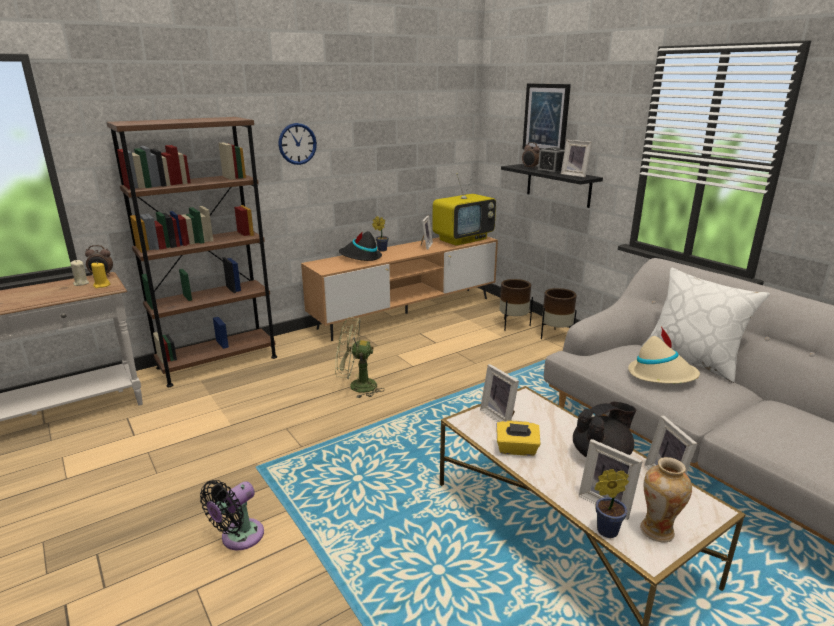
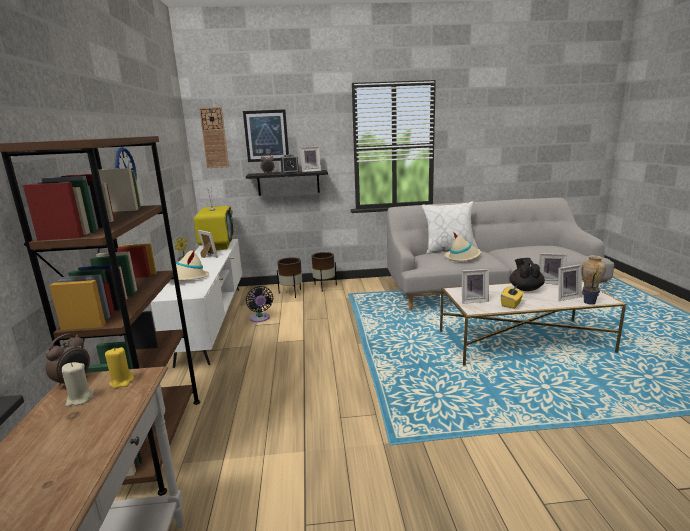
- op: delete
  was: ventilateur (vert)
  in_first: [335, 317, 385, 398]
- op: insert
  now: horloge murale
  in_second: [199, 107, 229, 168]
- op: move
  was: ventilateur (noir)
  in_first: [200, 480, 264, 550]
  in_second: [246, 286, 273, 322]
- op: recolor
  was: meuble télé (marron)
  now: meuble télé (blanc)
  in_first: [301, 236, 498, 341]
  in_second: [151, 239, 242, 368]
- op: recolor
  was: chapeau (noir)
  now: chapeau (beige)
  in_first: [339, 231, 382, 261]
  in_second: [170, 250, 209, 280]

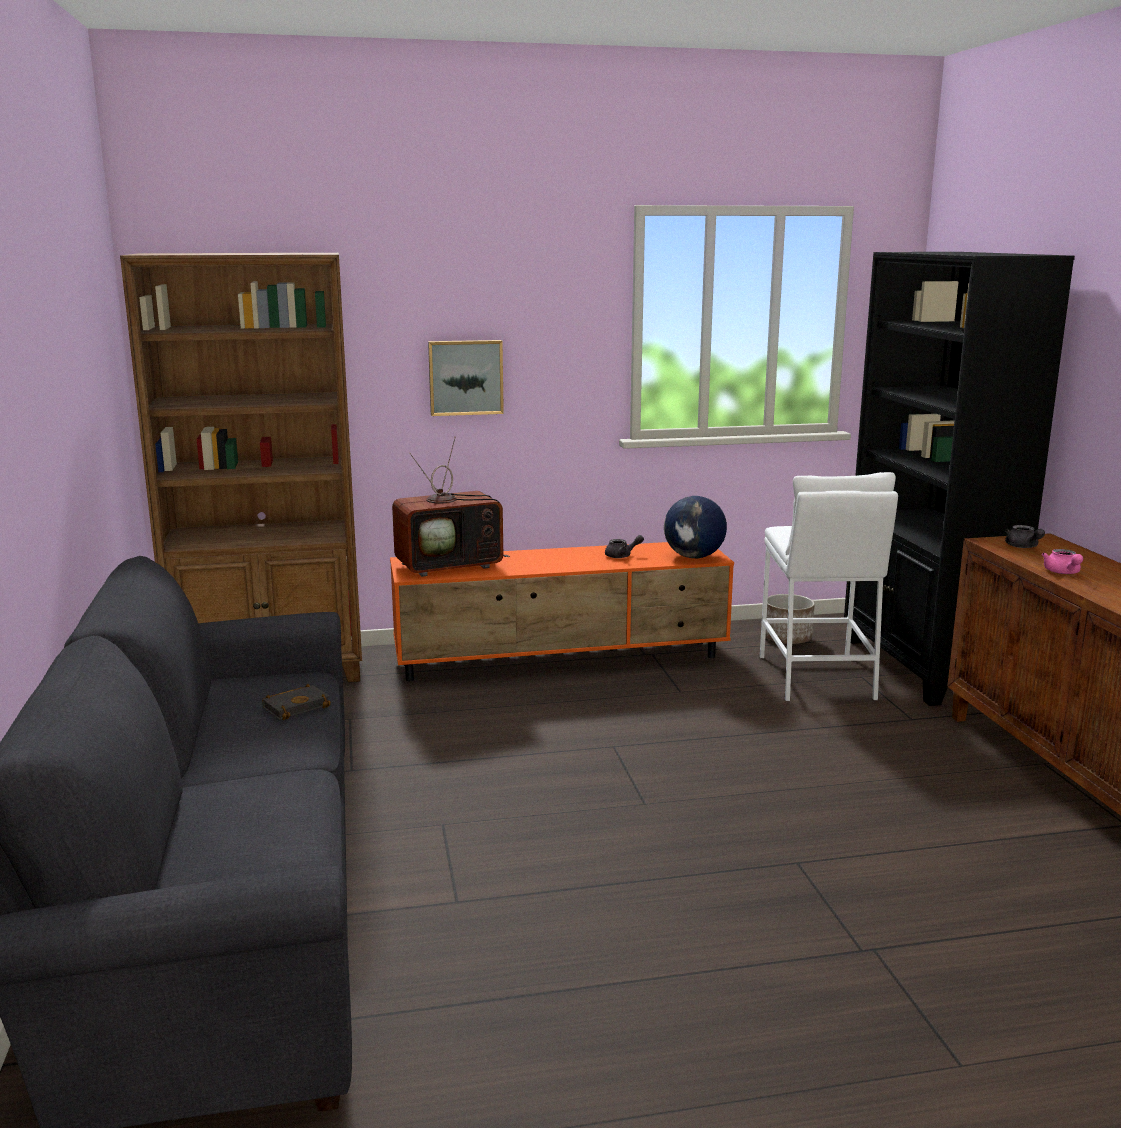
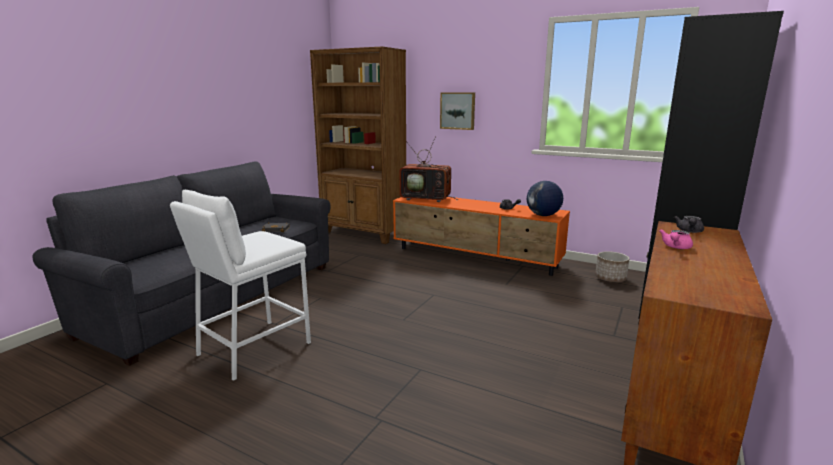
- op: move
  was: tabouret (blanc)
  in_first: [760, 472, 898, 701]
  in_second: [170, 190, 311, 381]

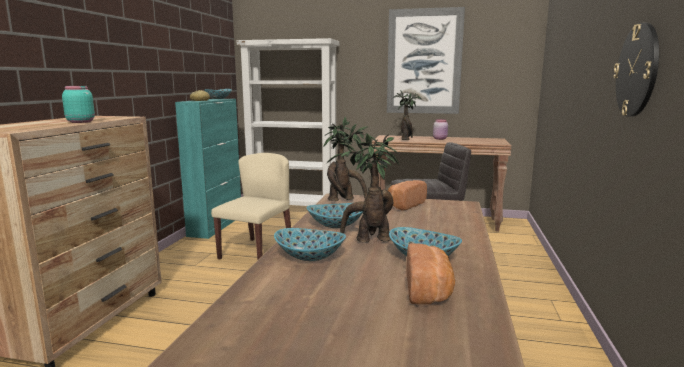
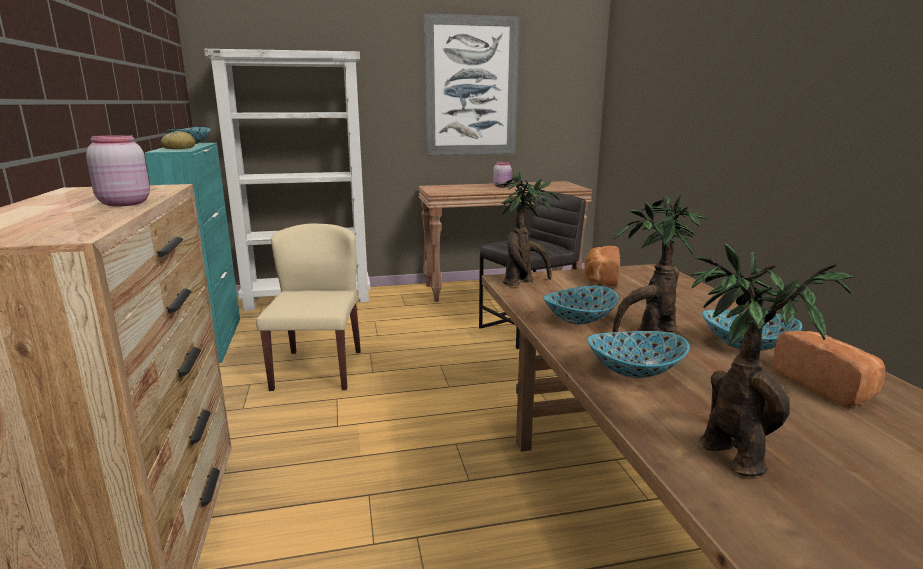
- op: delete
  was: horloge murale
  in_first: [613, 23, 659, 117]
- op: move
  was: plante en pot
  in_first: [392, 90, 422, 140]
  in_second: [691, 243, 854, 477]
- op: recolor
  was: bocal (turquoise)
  now: bocal (rose)
  in_first: [62, 86, 95, 123]
  in_second: [86, 135, 150, 206]

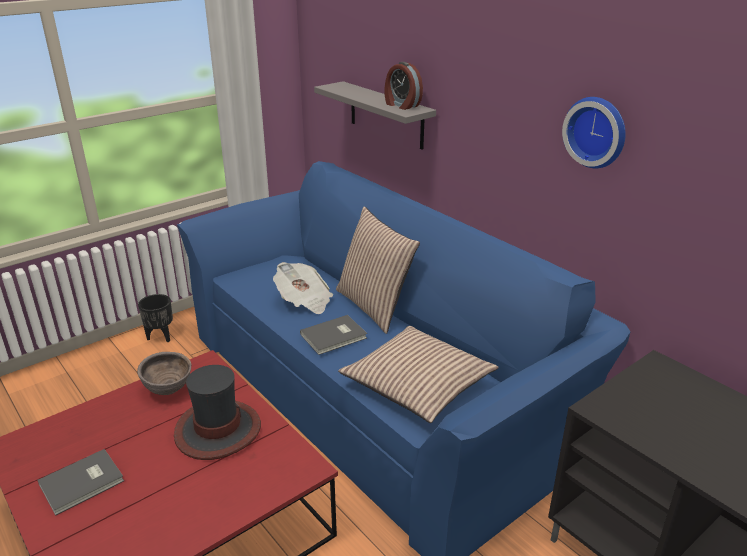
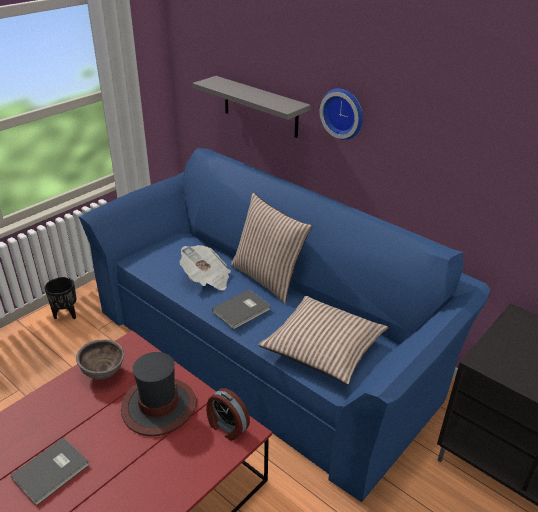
- op: move
  was: réveil
  in_first: [384, 62, 423, 110]
  in_second: [206, 388, 250, 441]
- op: move
  was: horloge murale
  in_first: [562, 97, 626, 168]
  in_second: [320, 88, 363, 140]

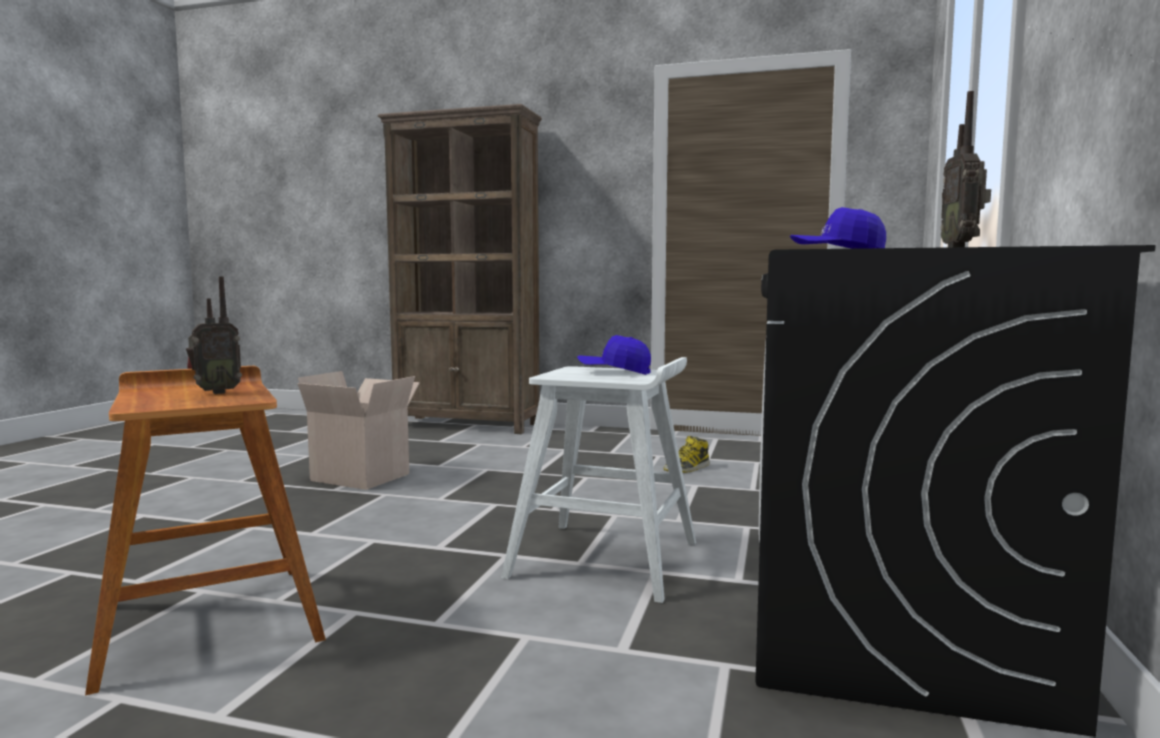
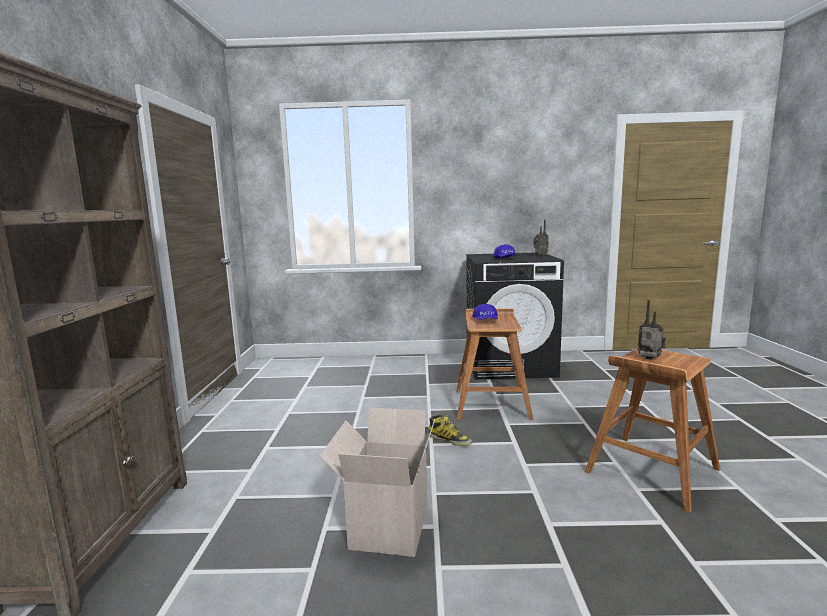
- op: move
  was: botte
  in_first: [664, 436, 710, 473]
  in_second: [428, 414, 472, 446]
- op: recolor
  was: tabouret (blanc)
  now: tabouret (marron)
  in_first: [501, 357, 696, 603]
  in_second: [456, 308, 533, 420]

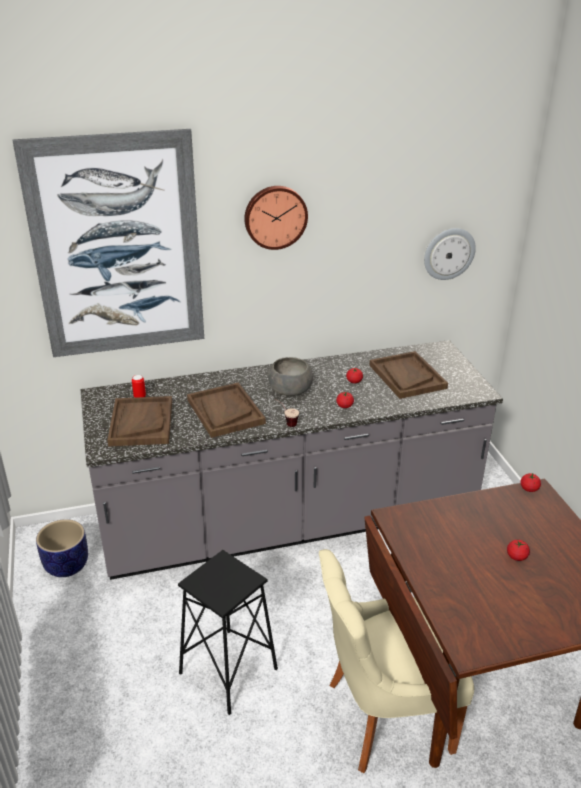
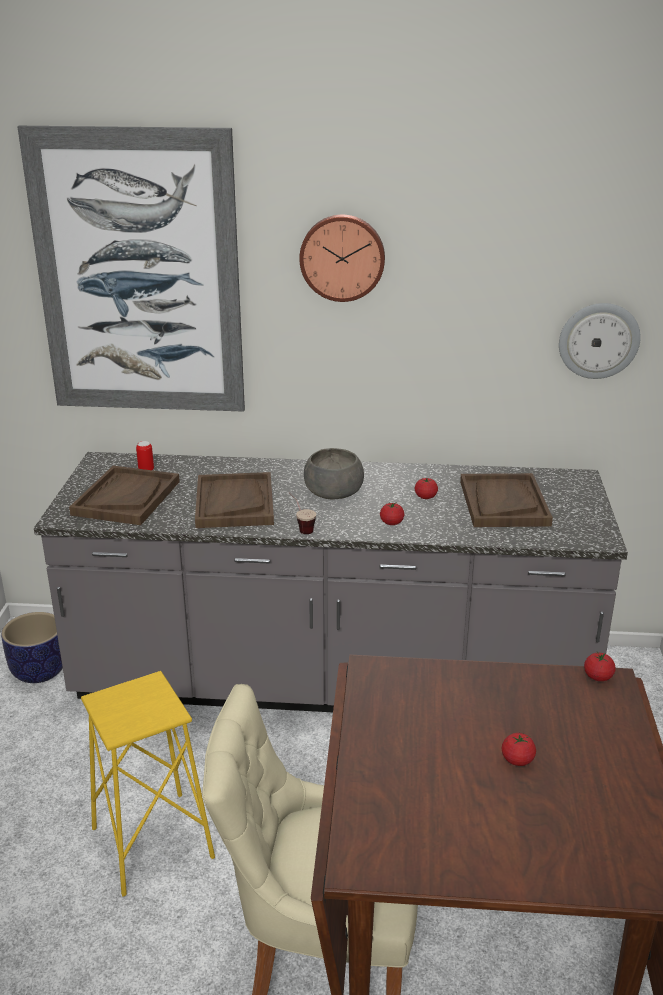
- op: recolor
  was: tabouret (noir)
  now: tabouret (jaune)
  in_first: [178, 550, 278, 715]
  in_second: [81, 671, 215, 897]

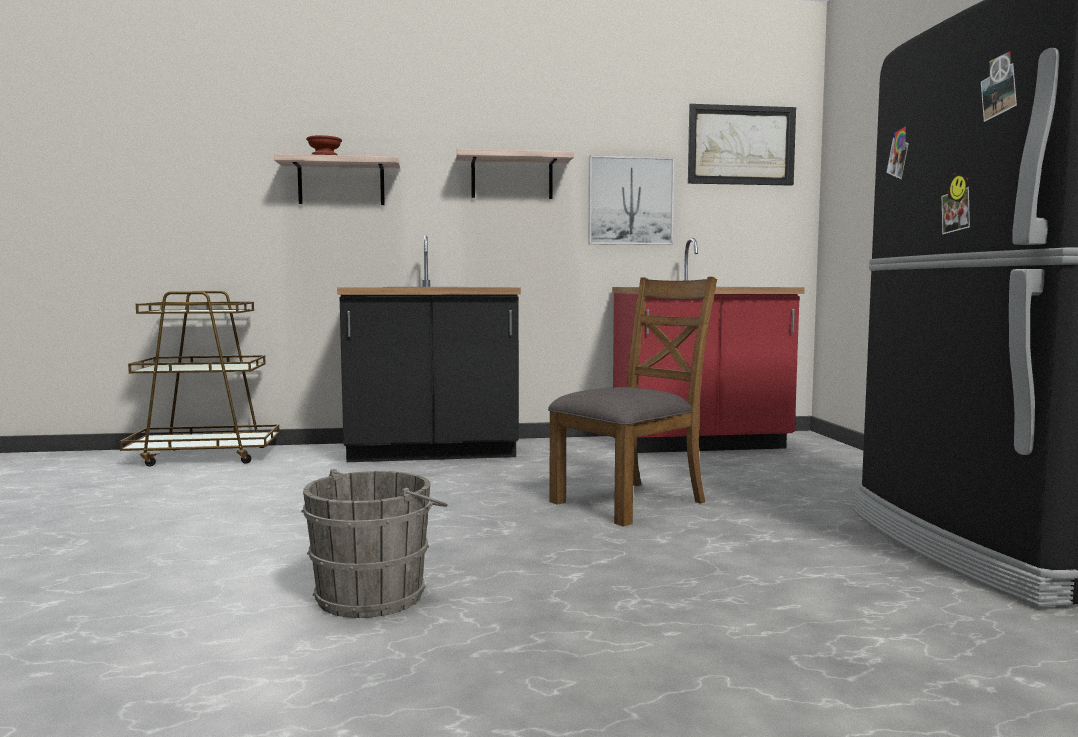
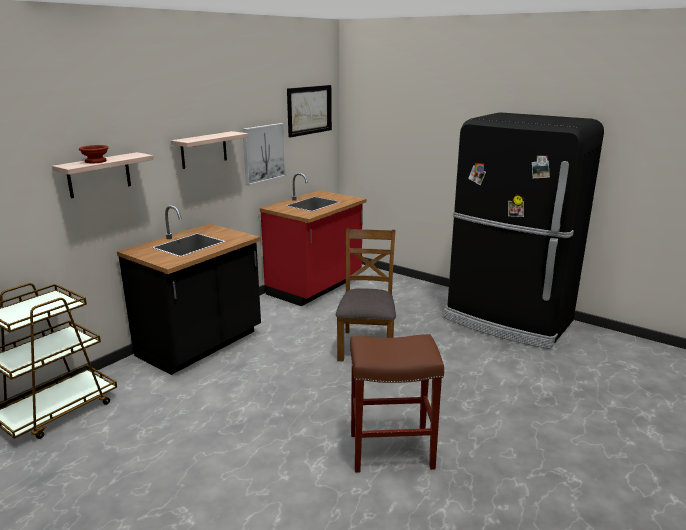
- op: replace
  was: seau (gris)
  now: tabouret (marron)
  in_first: [301, 469, 448, 618]
  in_second: [350, 334, 444, 473]

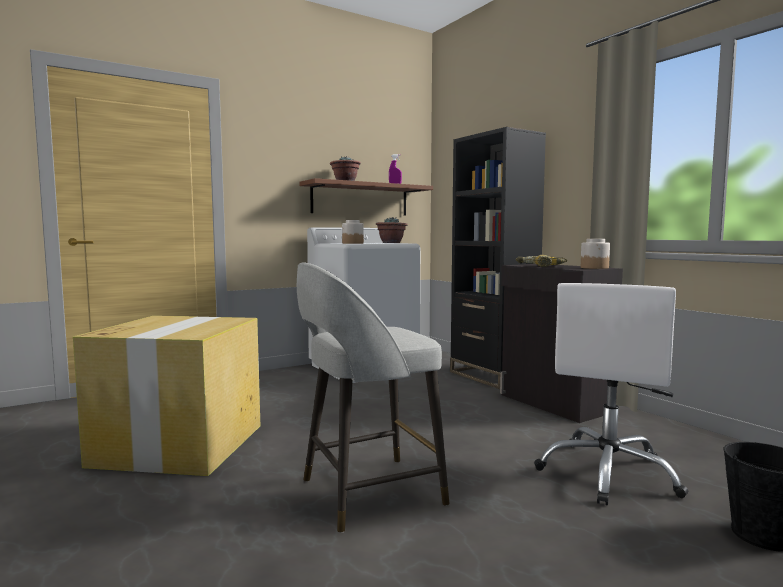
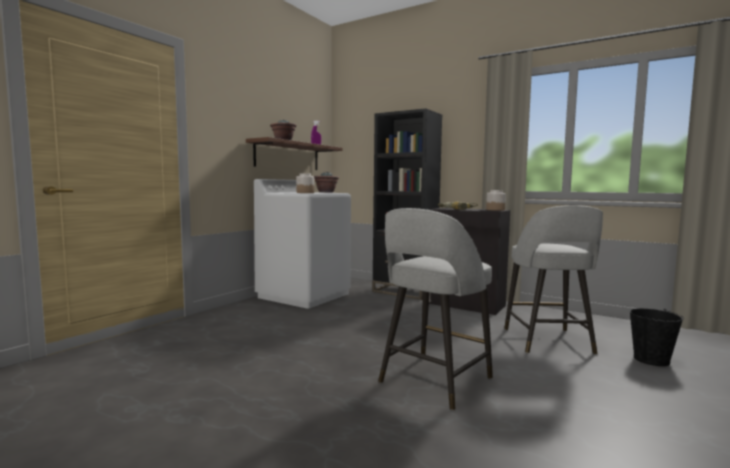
- op: delete
  was: carton
  in_first: [73, 316, 260, 476]
- op: replace
  was: chaise de bureau (blanc)
  now: tabouret (gris)
  in_first: [534, 283, 689, 505]
  in_second: [504, 205, 603, 354]

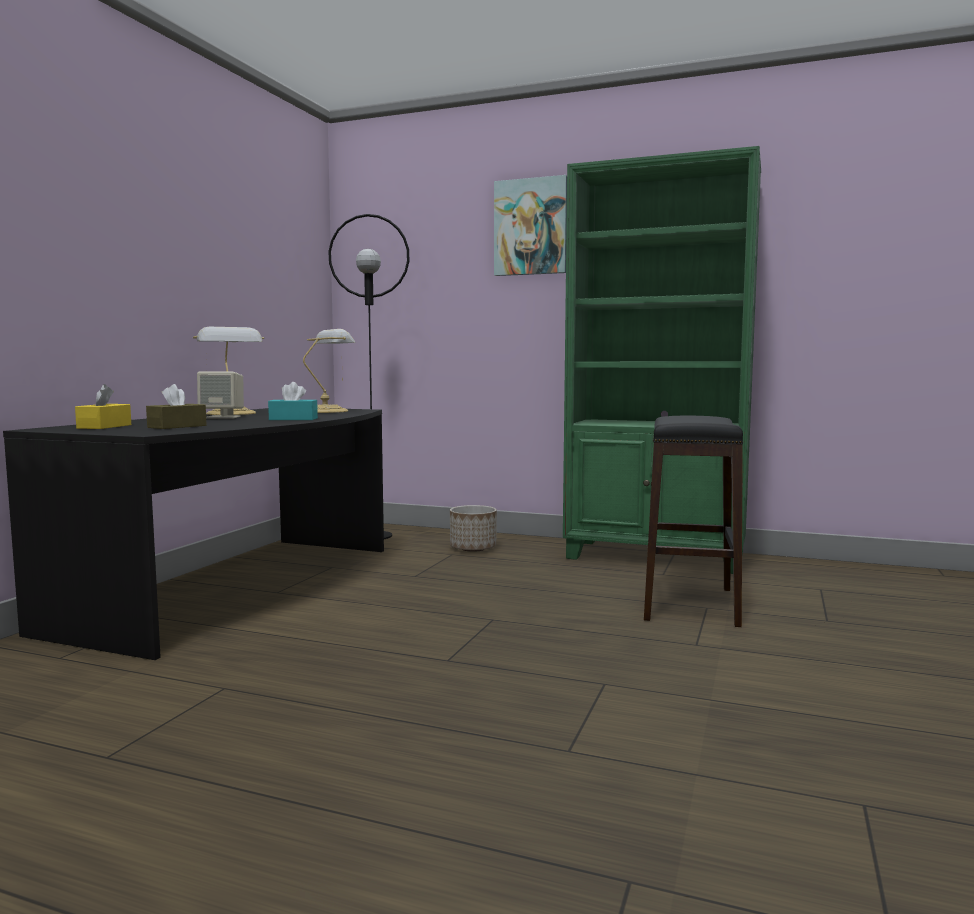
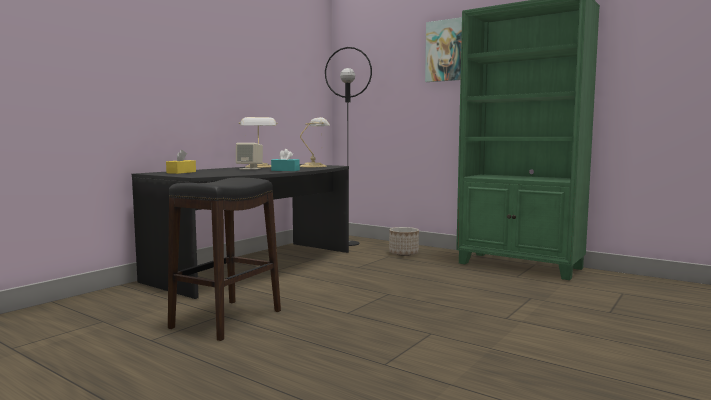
- op: delete
  was: boîte à mouchoirs (marron)
  in_first: [146, 384, 207, 429]
- op: move
  was: tabouret (noir)
  in_first: [644, 416, 743, 627]
  in_second: [168, 178, 281, 341]

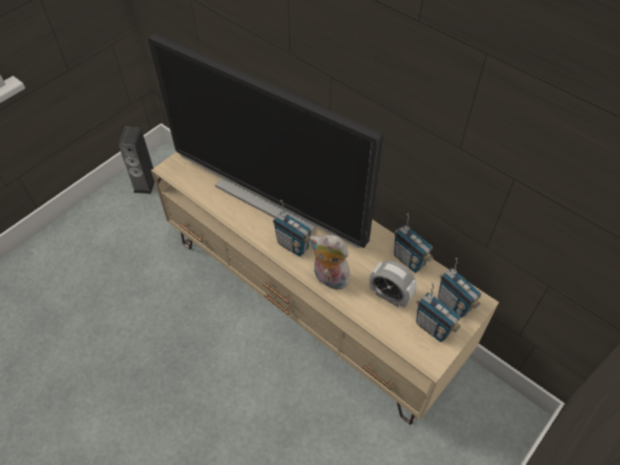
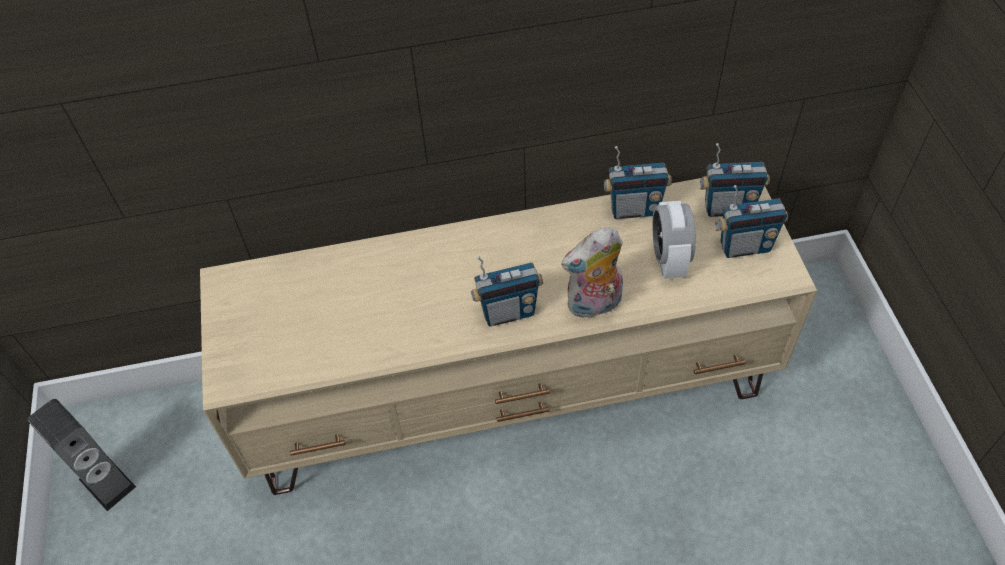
- op: delete
  was: téléviseur
  in_first: [147, 33, 383, 248]
- op: rotate
  was: réveil
  in_first: [369, 261, 417, 308]
  in_second: [652, 201, 696, 279]
  clockwise: 105

